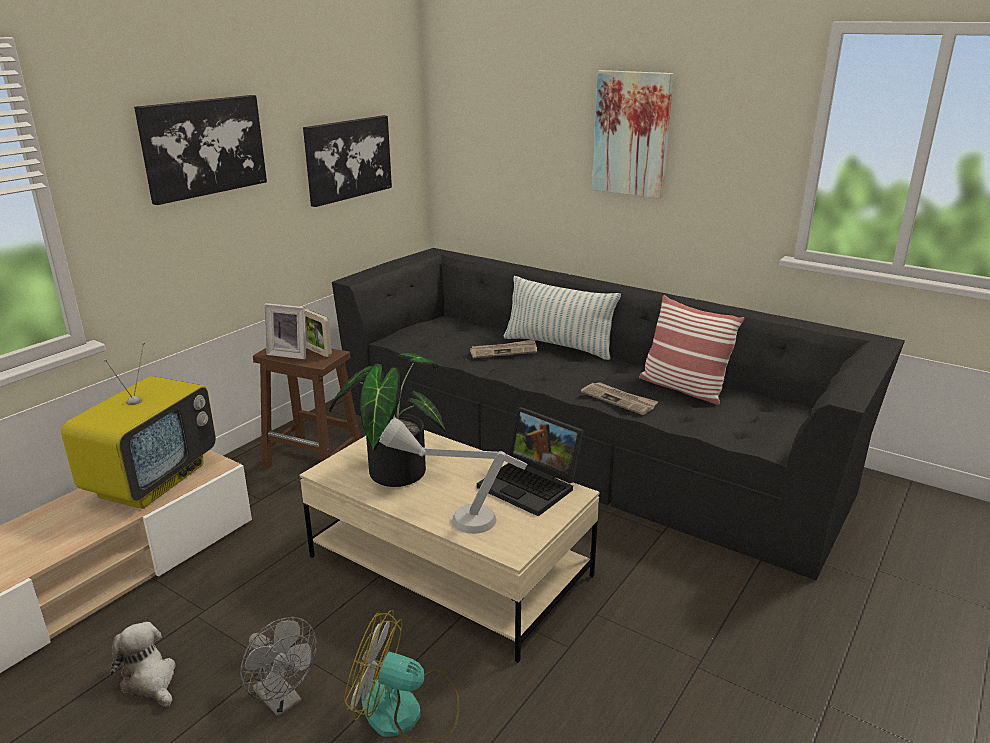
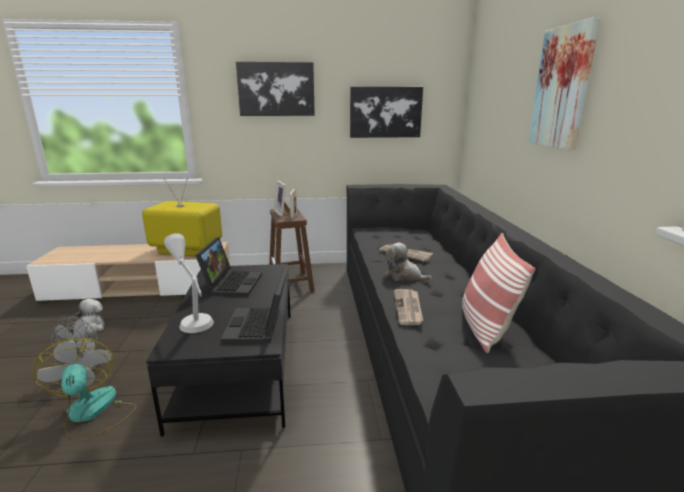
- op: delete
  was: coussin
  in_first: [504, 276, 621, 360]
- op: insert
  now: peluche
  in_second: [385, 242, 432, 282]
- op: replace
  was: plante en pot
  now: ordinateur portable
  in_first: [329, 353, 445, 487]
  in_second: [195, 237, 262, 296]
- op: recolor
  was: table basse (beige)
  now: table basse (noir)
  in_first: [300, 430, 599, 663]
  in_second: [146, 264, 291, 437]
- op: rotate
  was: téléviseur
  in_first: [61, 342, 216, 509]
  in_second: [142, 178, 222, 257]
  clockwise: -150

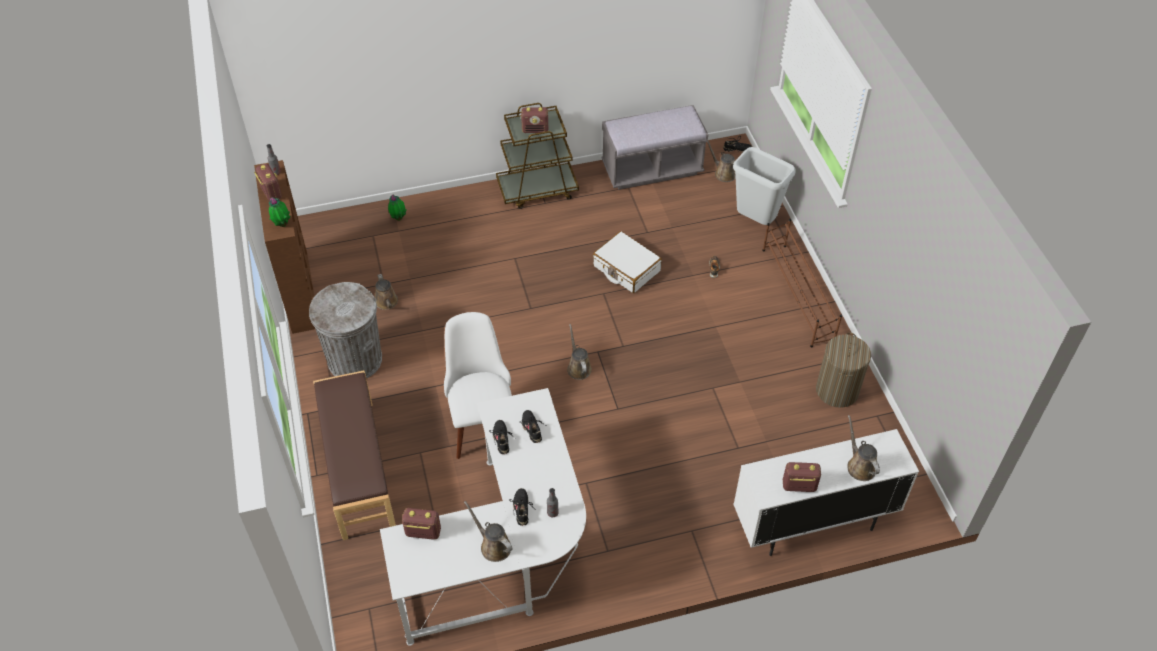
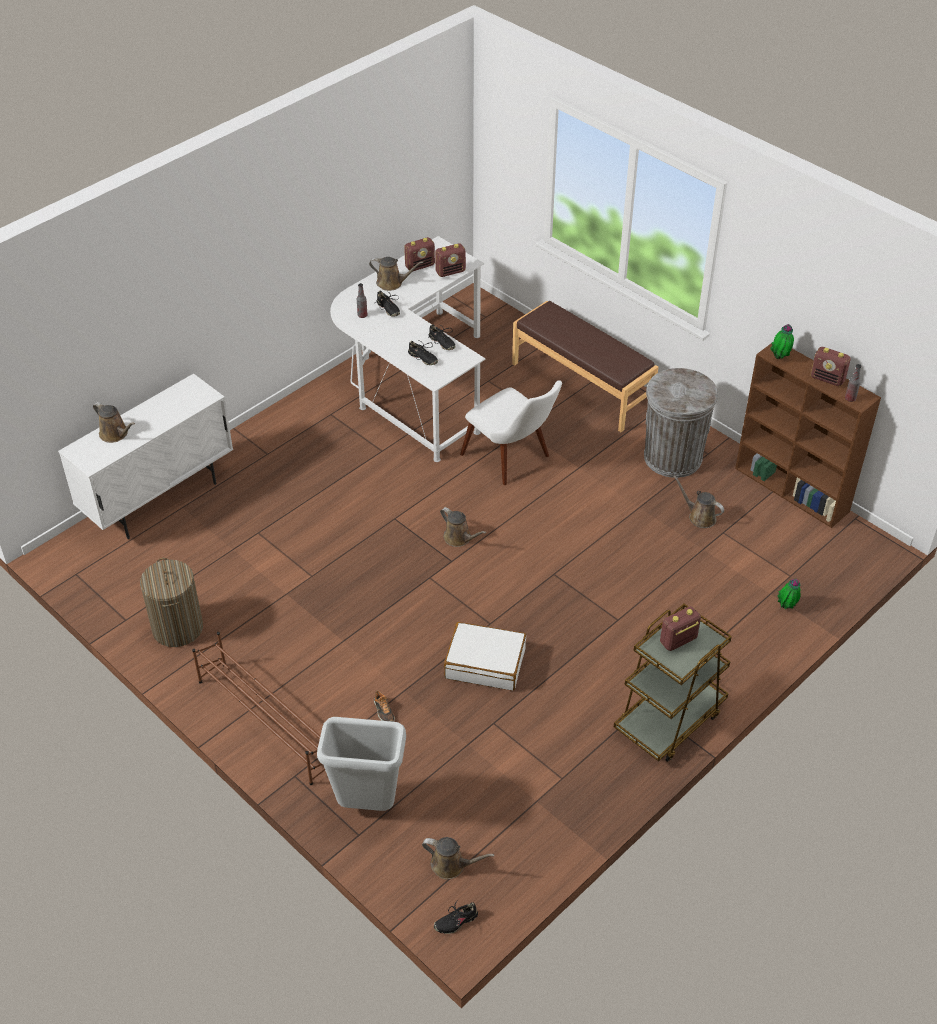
- op: delete
  was: banc (gris)
  in_first: [601, 105, 708, 190]
- op: move
  was: radio
  in_first: [783, 462, 821, 492]
  in_second: [404, 237, 435, 271]

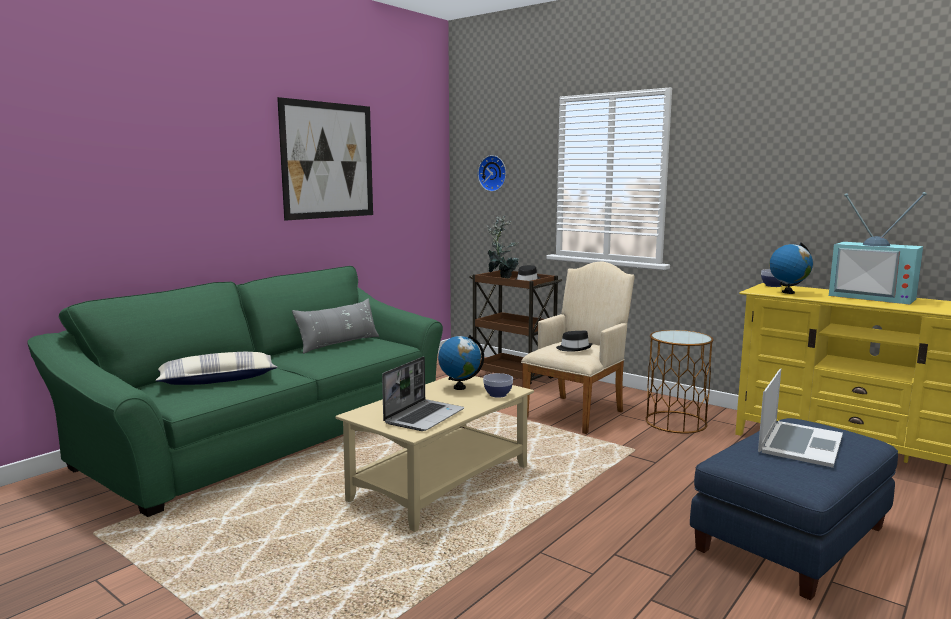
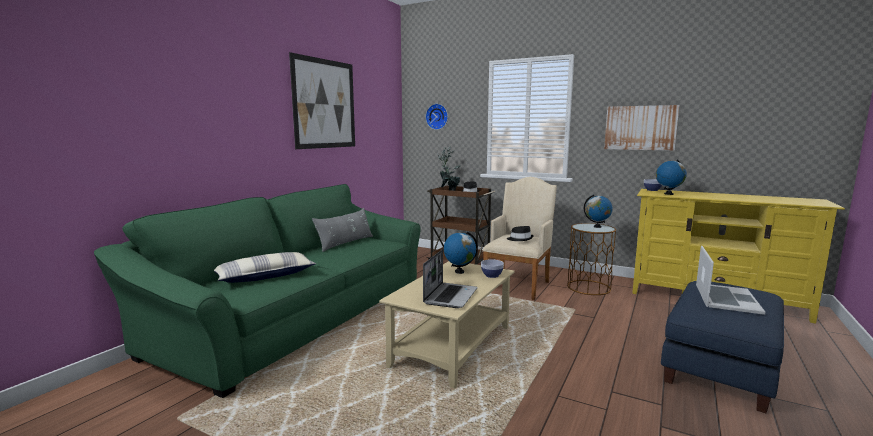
- op: delete
  was: téléviseur
  in_first: [829, 192, 927, 304]
- op: insert
  now: globe
  in_second: [584, 194, 613, 228]
- op: insert
  now: tableau
  in_second: [604, 105, 679, 151]

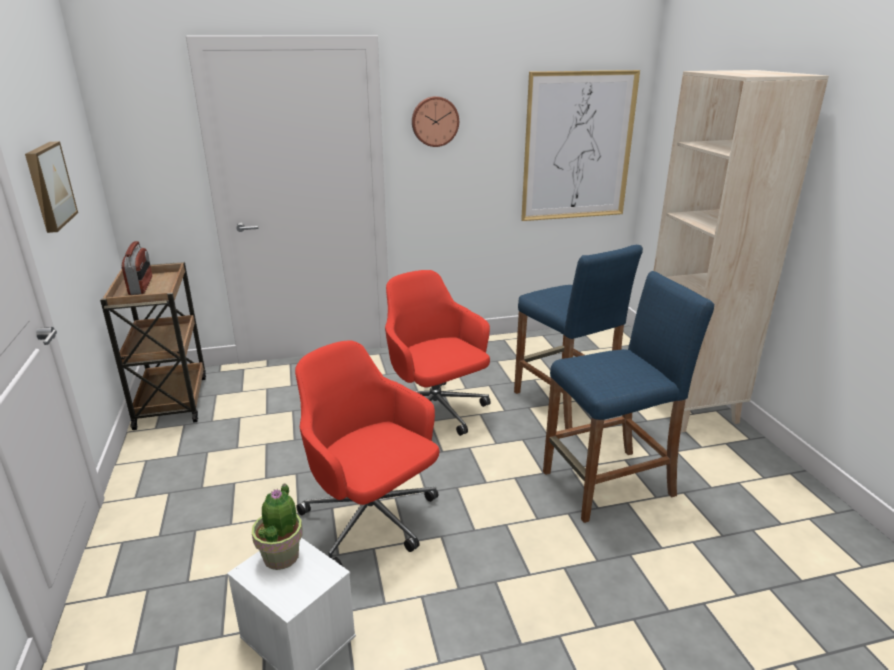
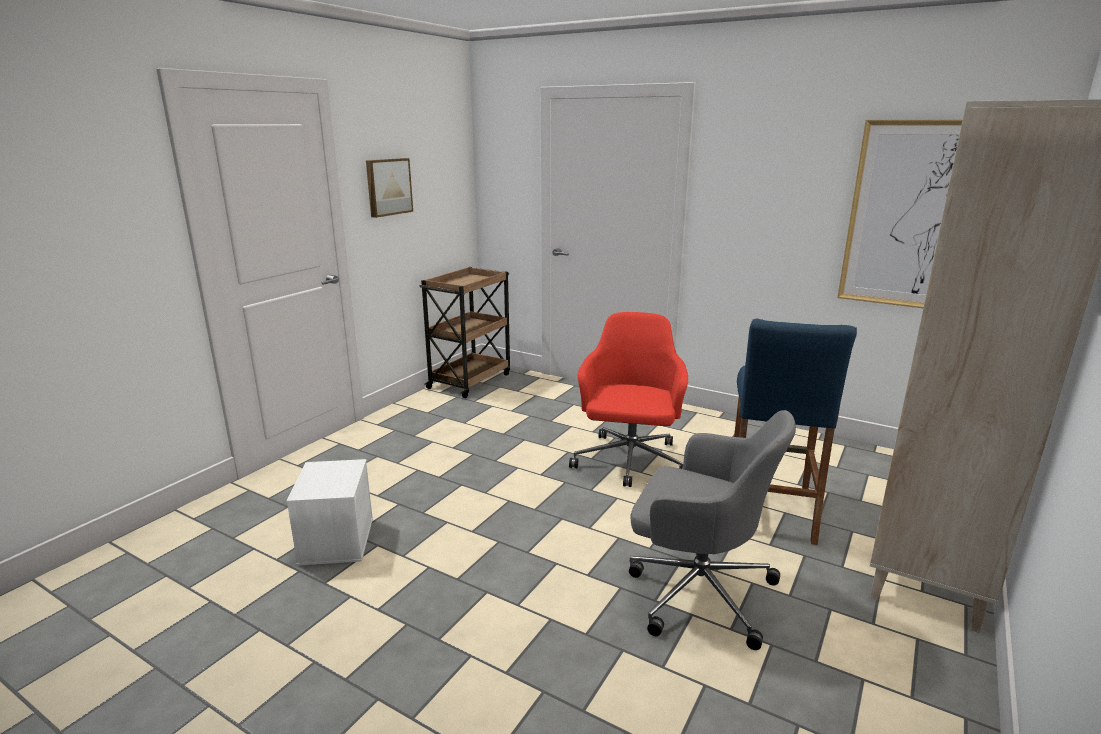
- op: delete
  was: radio
  in_first: [122, 241, 152, 295]
- op: delete
  was: plante en pot
  in_first: [252, 483, 303, 570]
- op: delete
  was: chaise de bureau (rouge)
  in_first: [295, 340, 440, 566]
- op: delete
  was: horloge murale
  in_first: [412, 96, 459, 147]
- op: replace
  was: tabouret (bleu)
  now: chaise de bureau (gris)
  in_first: [543, 271, 714, 523]
  in_second: [629, 410, 796, 650]

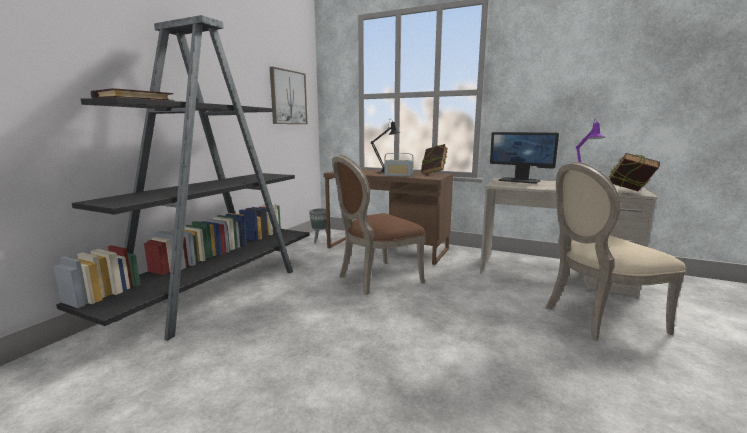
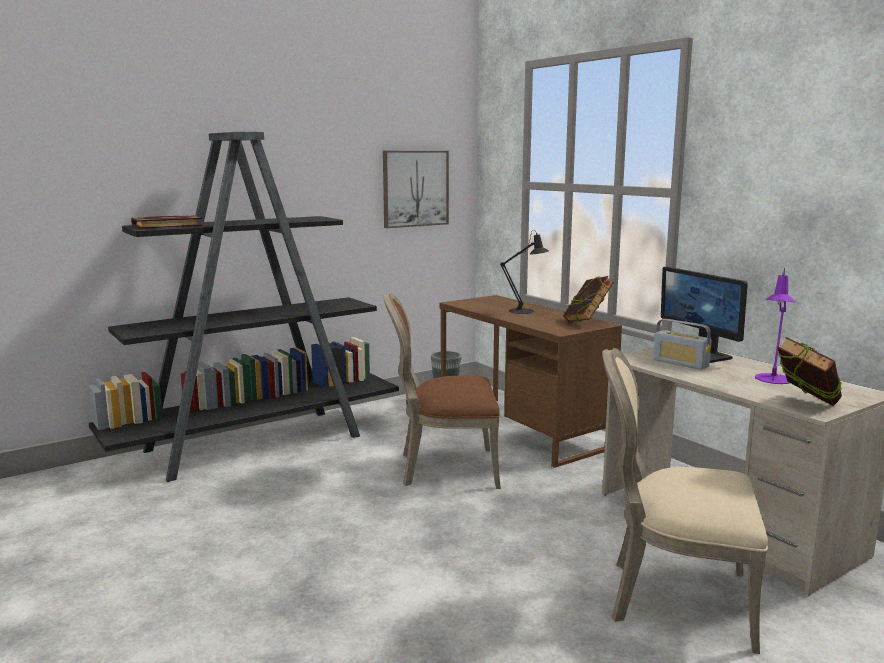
- op: move
  was: radio
  in_first: [384, 153, 414, 177]
  in_second: [653, 319, 712, 370]

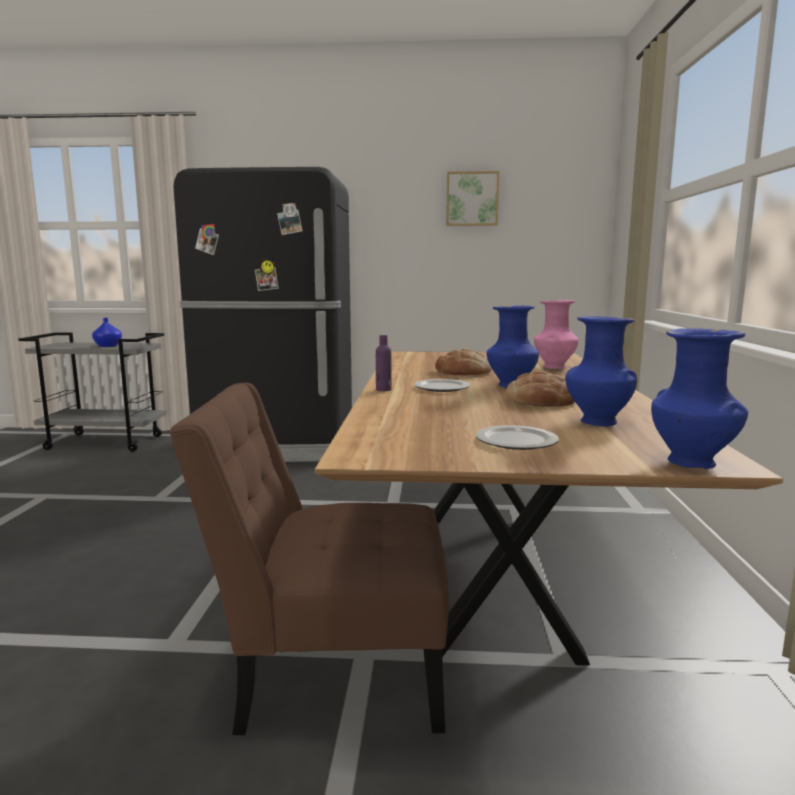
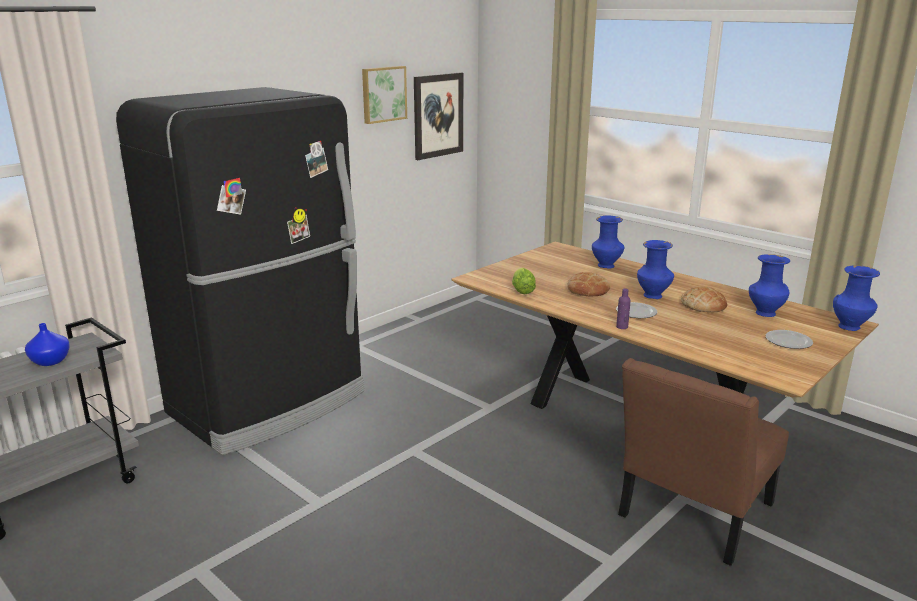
- op: insert
  now: tableau
  in_second: [414, 72, 463, 160]
- op: insert
  now: laitue
  in_second: [512, 268, 536, 294]
- op: recolor
  was: vase (rose)
  now: vase (bleu)
  in_first: [534, 300, 579, 369]
  in_second: [592, 215, 624, 269]

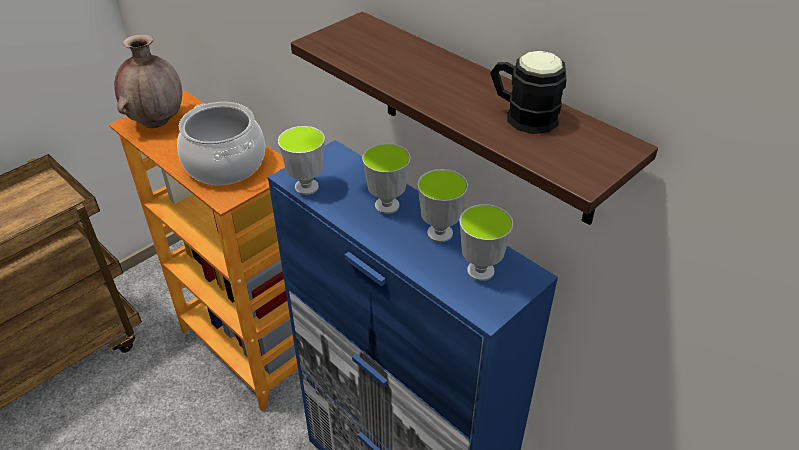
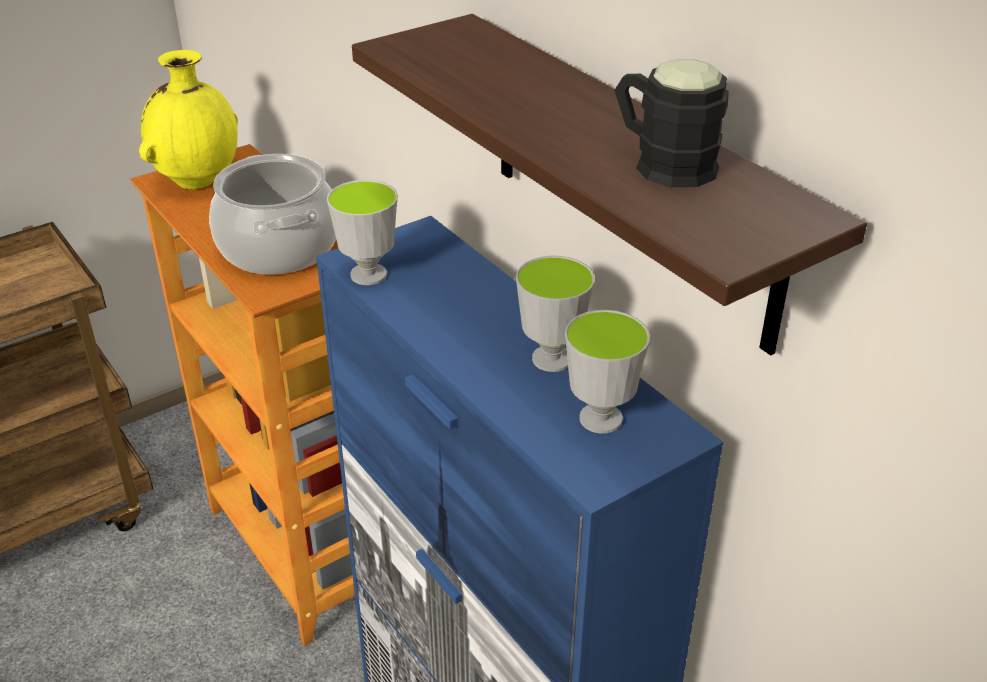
- op: delete
  was: tasse
  in_first: [362, 143, 411, 214]
- op: recolor
  was: vase (marron)
  now: vase (jaune)
  in_first: [114, 34, 182, 128]
  in_second: [139, 50, 238, 189]

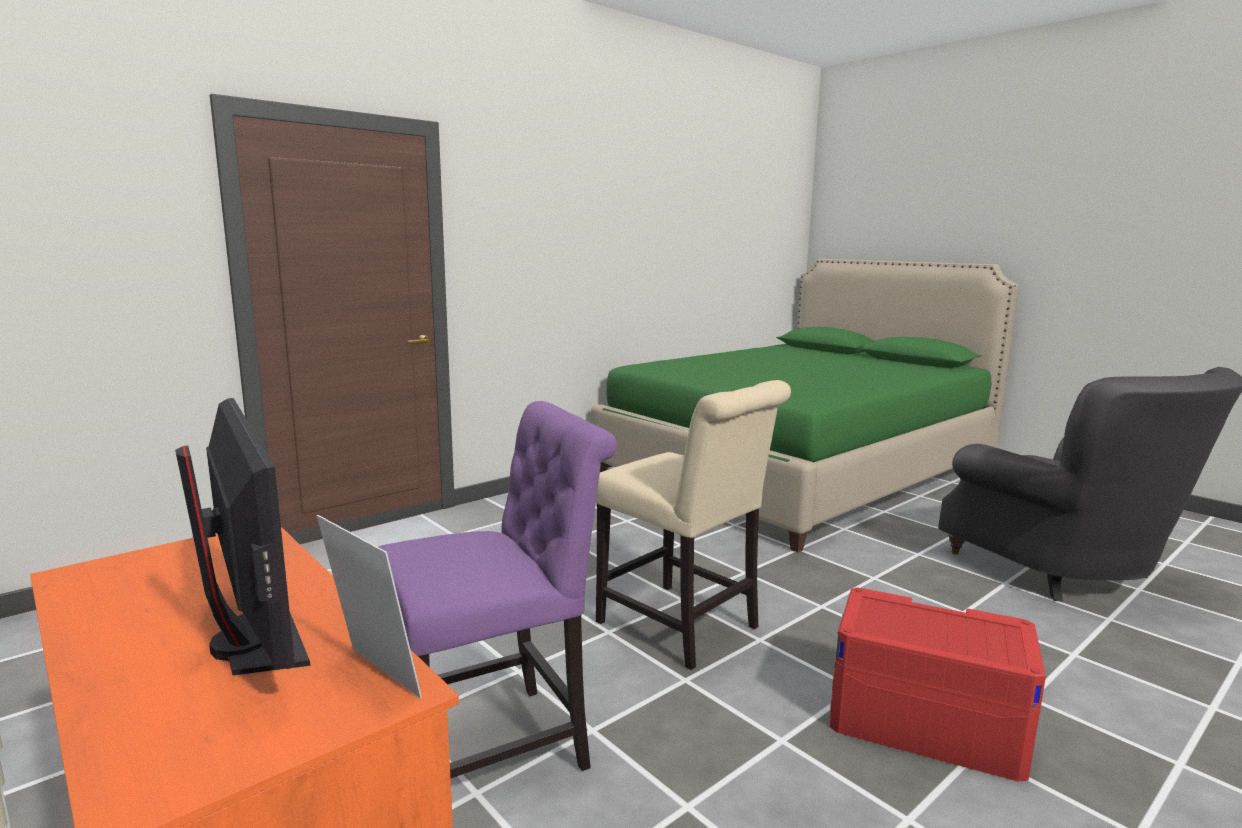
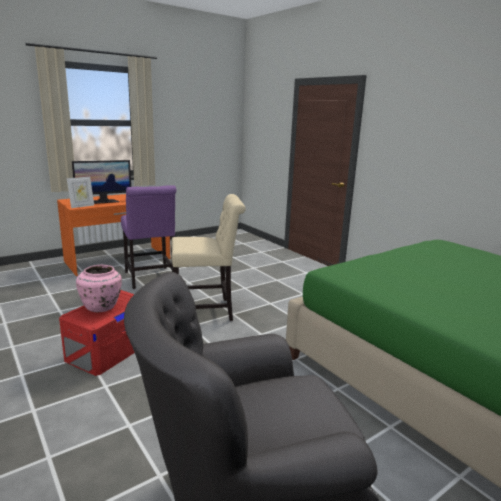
- op: insert
  now: vase (rose)
  in_second: [76, 265, 122, 312]
- op: rotate
  was: chaise (beige)
  in_first: [596, 380, 791, 670]
  in_second: [171, 194, 246, 321]
  clockwise: -150

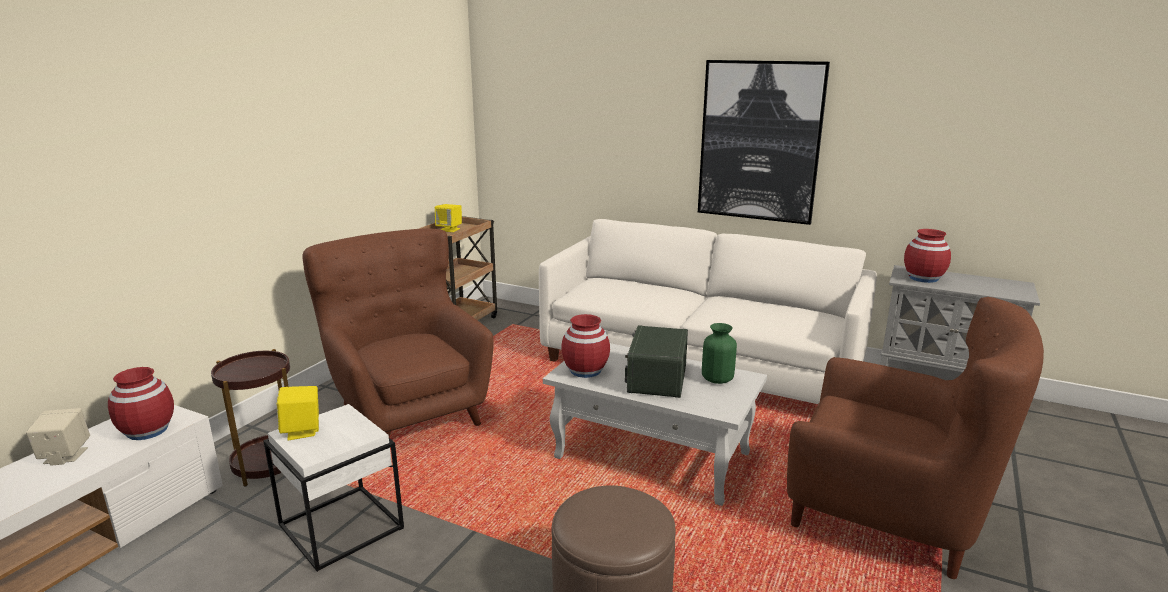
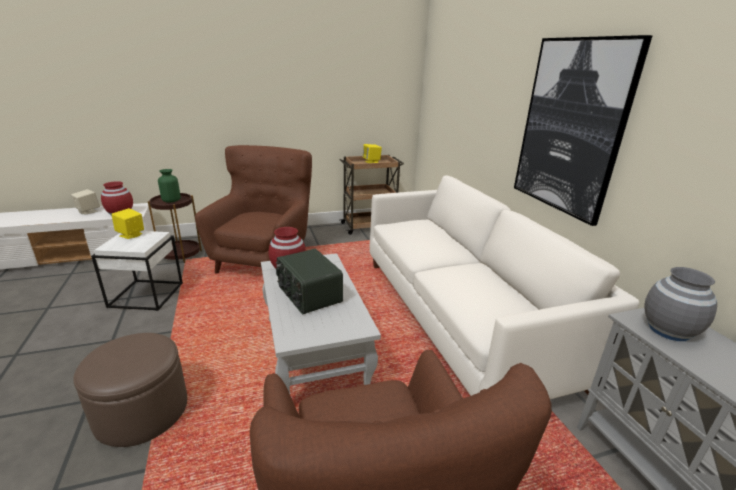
- op: move
  was: vase (vert)
  in_first: [702, 323, 737, 384]
  in_second: [158, 169, 181, 203]
- op: recolor
  was: vase (rouge)
  now: vase (gris)
  in_first: [904, 229, 951, 283]
  in_second: [644, 267, 717, 341]
- op: rotate
  was: radio
  in_first: [625, 325, 688, 398]
  in_second: [276, 249, 343, 314]
  clockwise: -90

